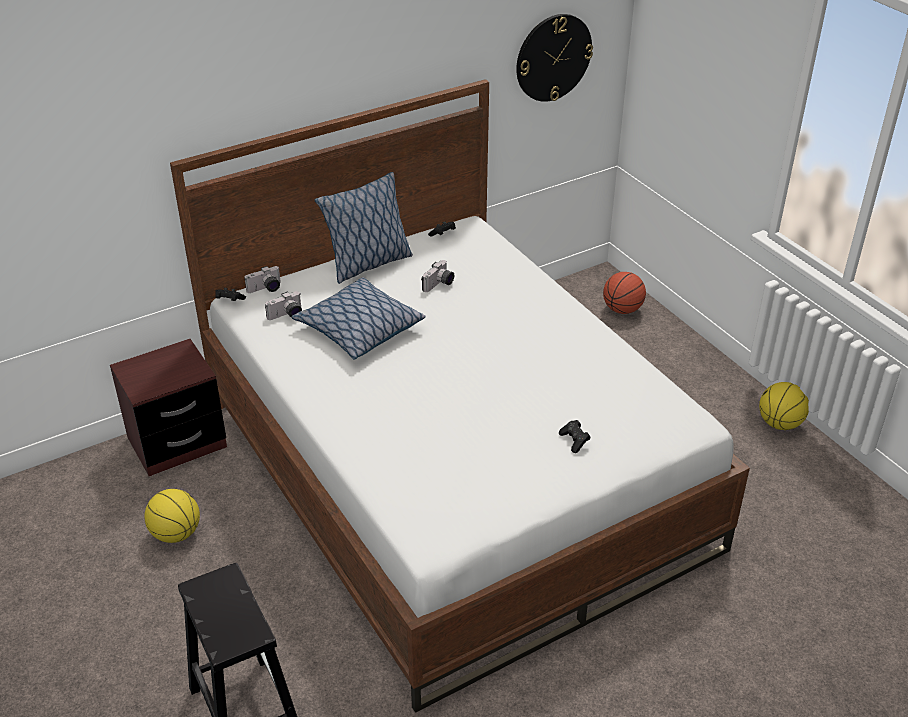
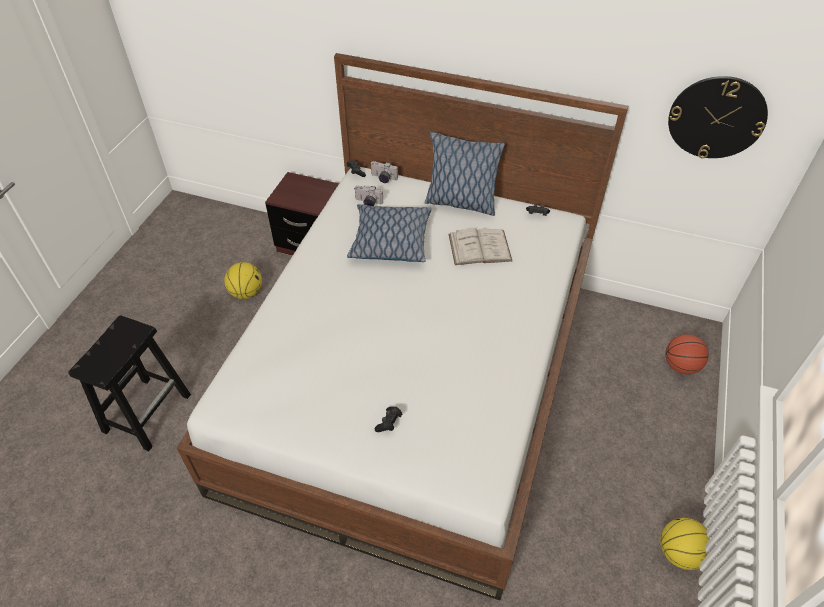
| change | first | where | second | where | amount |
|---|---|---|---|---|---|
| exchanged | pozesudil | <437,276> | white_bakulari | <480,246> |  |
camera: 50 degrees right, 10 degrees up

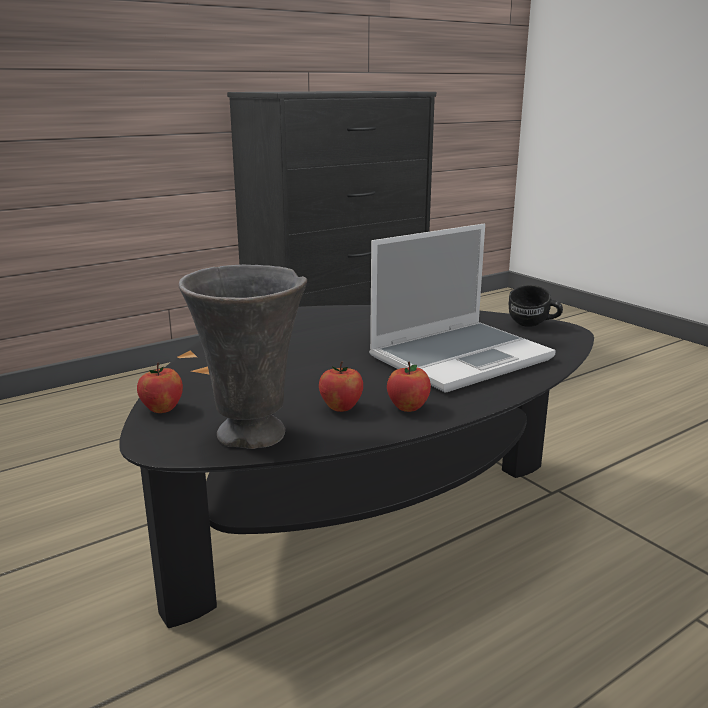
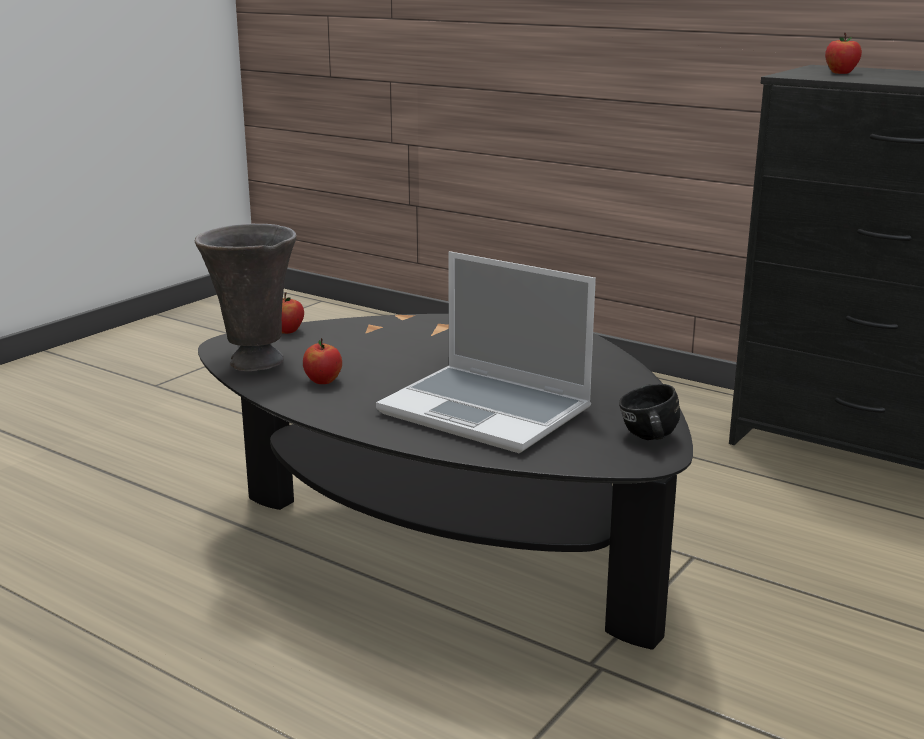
| change | first | where | second | where | amount |
|---|---|---|---|---|---|
| relocated | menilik | <409,387> |  | <843,53> |  |
camera: 70 degrees right, 0 degrees up

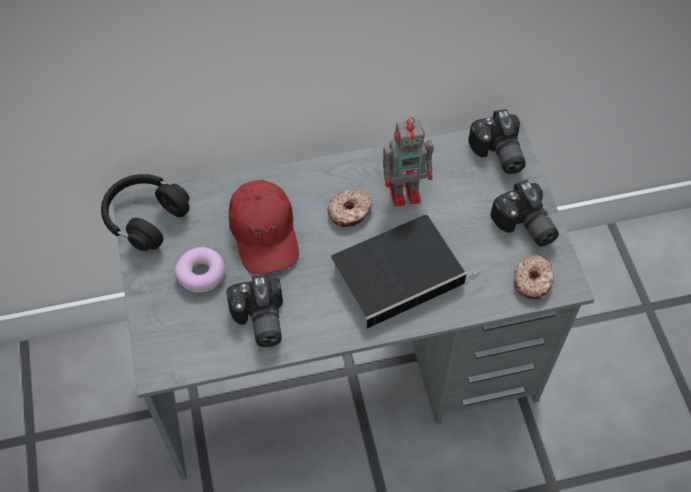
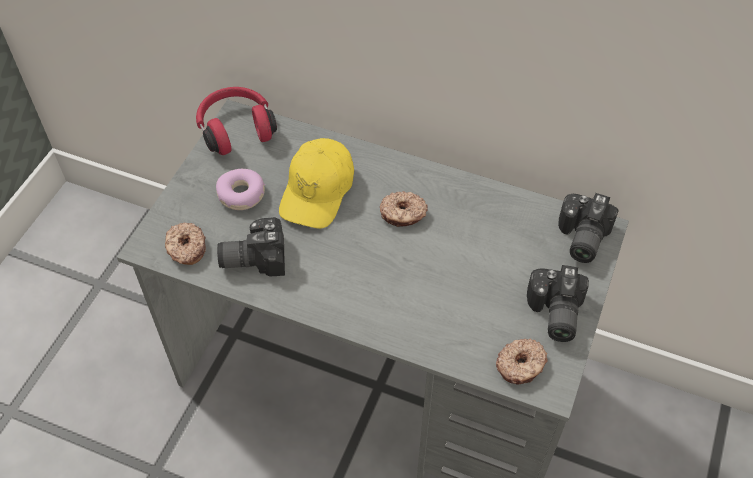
| change | first | where | second | where | amount |
|---|---|---|---|---|---|
| appeared |  |  | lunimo | <185,244> |  |
| colour | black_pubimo | <145,212> | red_pubimo | <236,121> |  |
| spun | pozesudil | <254,310> |  | <251,247> | 60 degrees clockwise |
| colour | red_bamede | <264,227> | yellow_bamede | <316,183> |  |
| missing | bakulari | <405,272> |  |  |  |
| missing | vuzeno | <408,162> |  |  |  |
camera: 35 degrees right, 5 degrees down

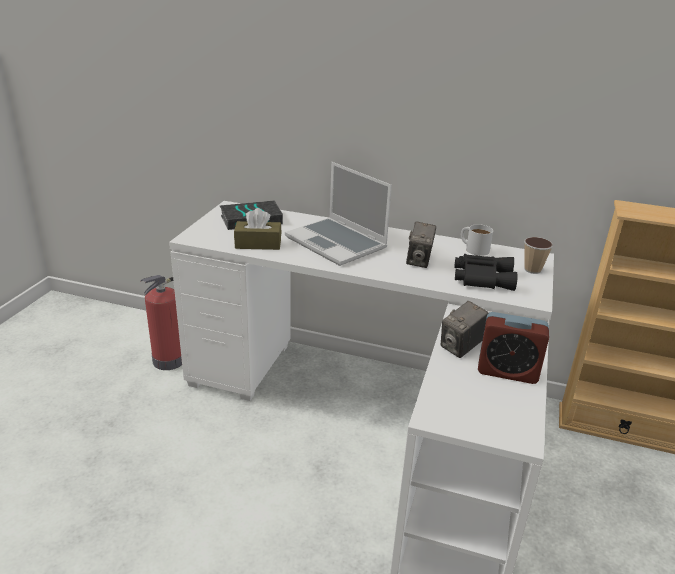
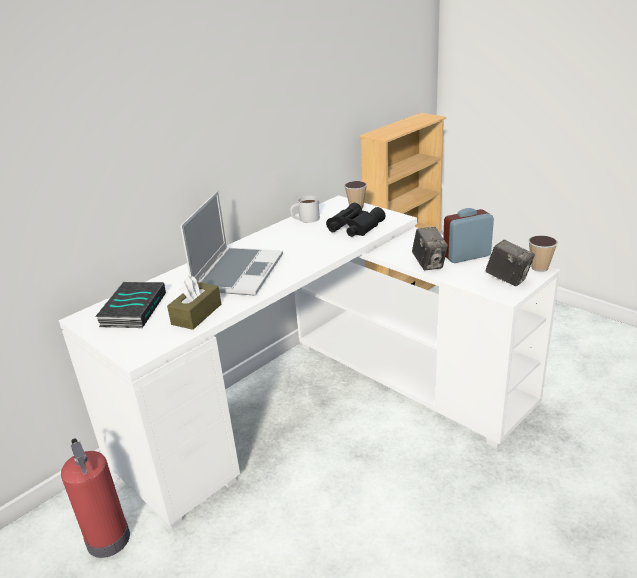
| change | first | where | second | where | amount |
|---|---|---|---|---|---|
| spun | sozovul | <338,214> |  | <231,243> | 60 degrees counterclockwise |
| spun | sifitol | <513,348> |  | <468,235> | 150 degrees counterclockwise |
| relocated | pozesudil | <421,244> |  | <510,263> |  |
| appeared |  |  | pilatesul | <543,253> |  |
camera: 60 degrees left, 0 degrees up

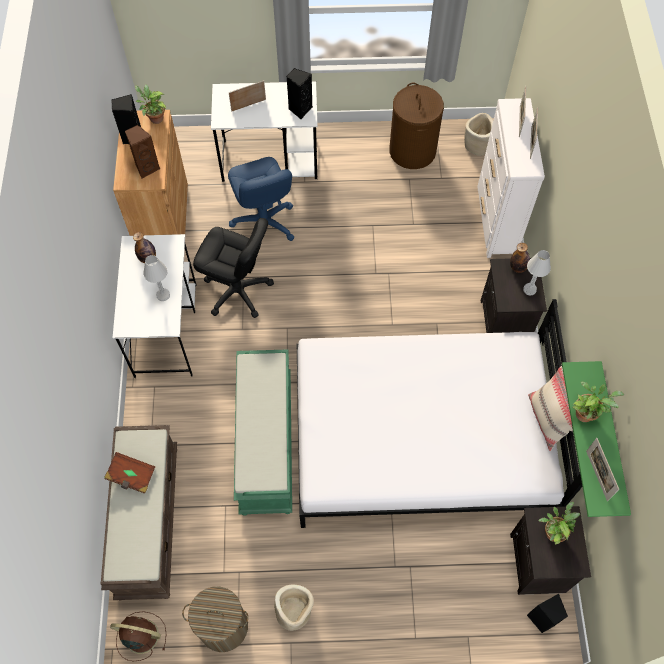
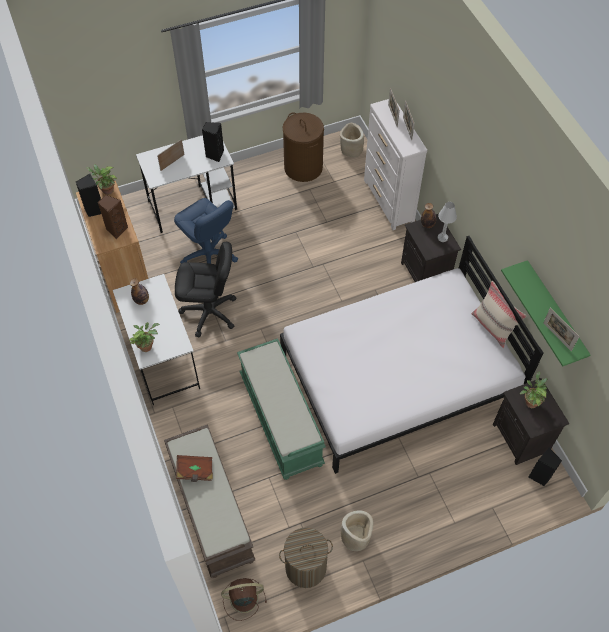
| change | first | where | second | where | amount |
|---|---|---|---|---|---|
| relocated | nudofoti | <598,402> |  | <144,337> |  |
| missing | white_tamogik | <156,278> |  |  |  |
camera: 20 degrees left, 5 degrees down

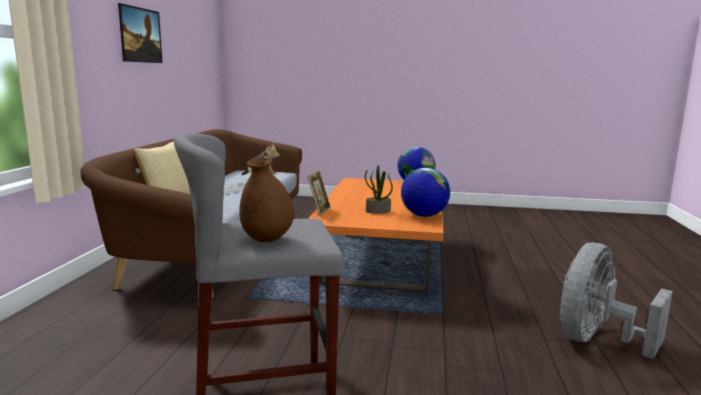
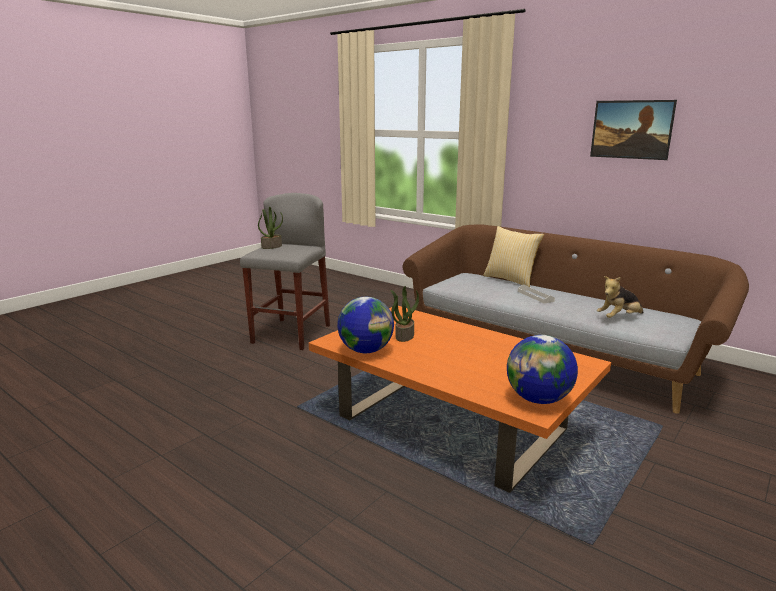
| change | first | where | second | where | amount |
|---|---|---|---|---|---|
| exchanged | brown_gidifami | <267,199> | nudofoti | <270,228> |  |
| missing | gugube | <319,193> |  |  |  |
| missing | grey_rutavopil | <616,301> |  |  |  |
camera: 120 degrees right, 5 degrees up

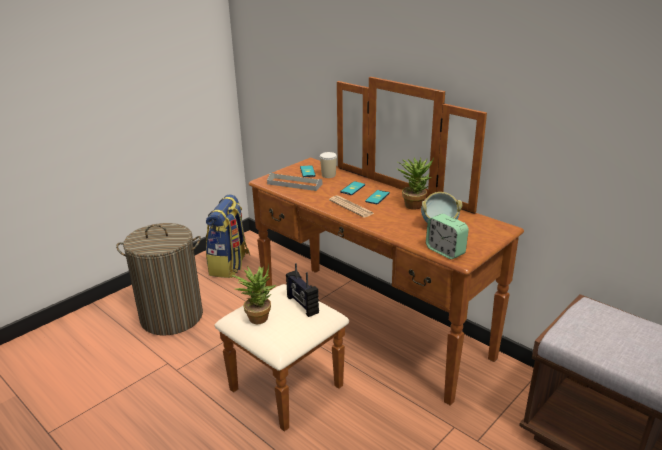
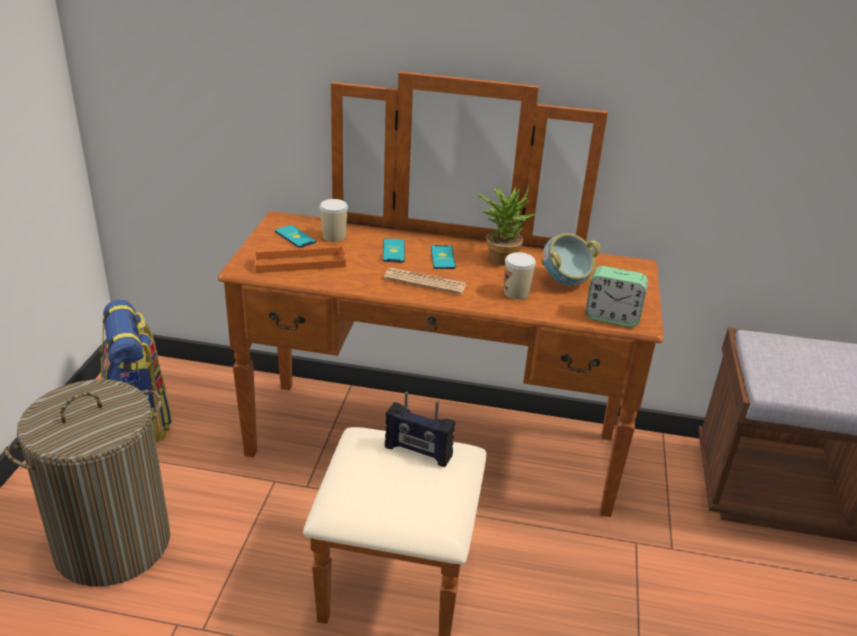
| change | first | where | second | where | amount |
|---|---|---|---|---|---|
| colour | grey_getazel | <294,182> | orange_getazel | <300,259> |  |
| appeared |  |  | pilatesul | <520,276> |  |
| missing | nudofoti | <254,294> |  |  |  |
camera: 35 degrees left, 5 degrees up

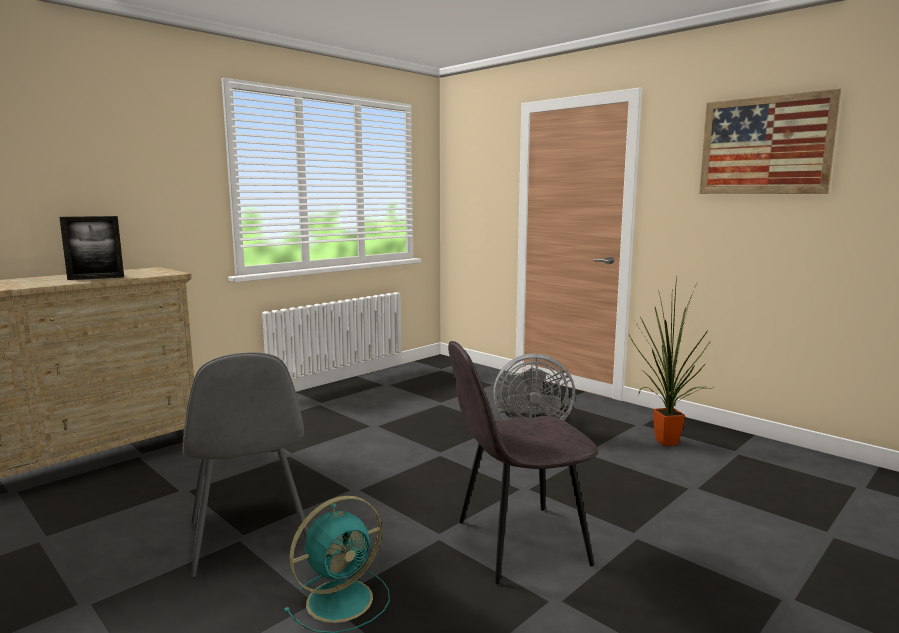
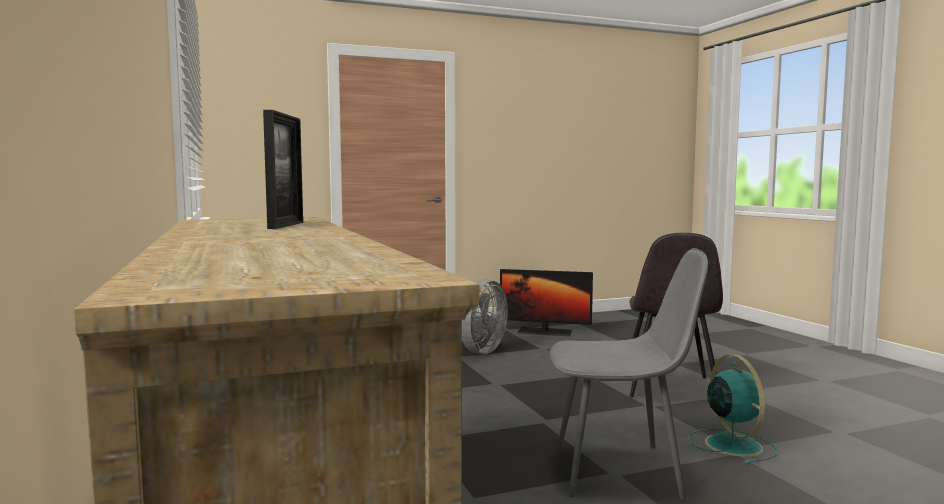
| change | first | where | second | where | amount |
|---|---|---|---|---|---|
| exchanged | nudofoti | <671,361> | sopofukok | <546,302> |  |
| missing | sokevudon | <770,141> |  |  |  |
camera: 65 degrees left, 5 degrees down

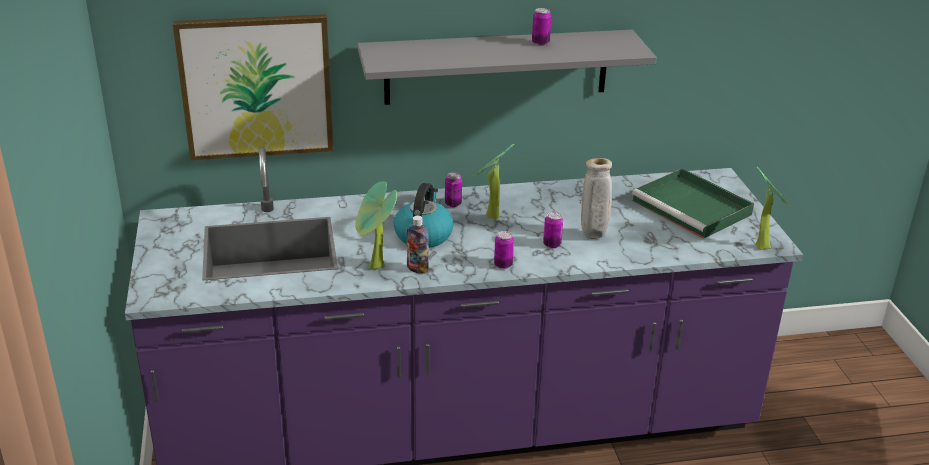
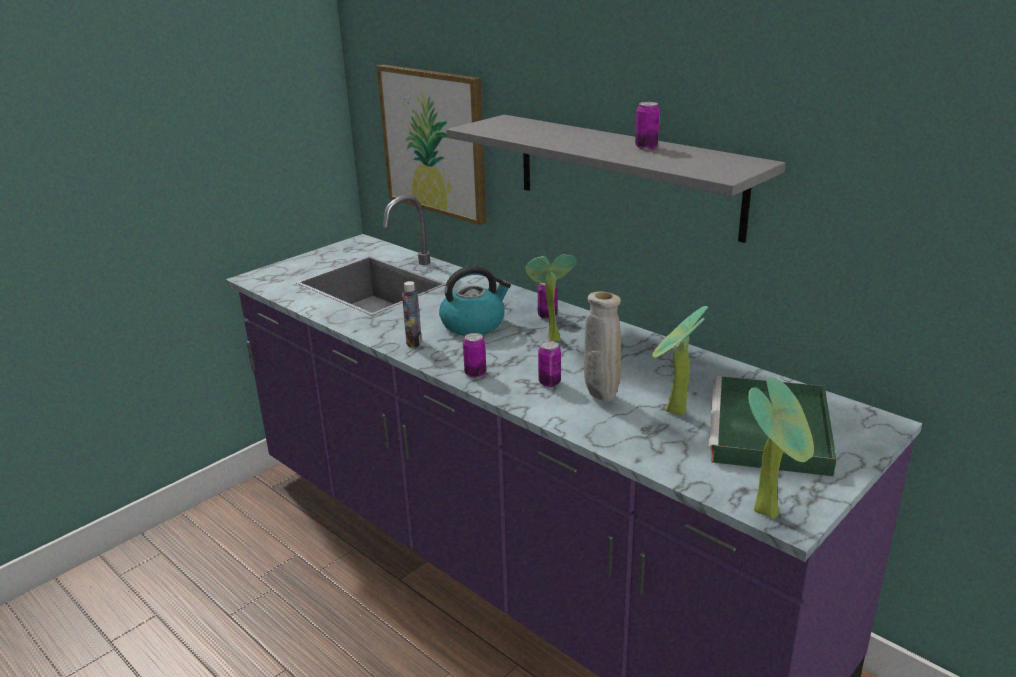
| change | first | where | second | where | amount |
|---|---|---|---|---|---|
| relocated | nudofoti | <376,225> |  | <679,361> |  |
camera: 55 degrees right, 5 degrees down

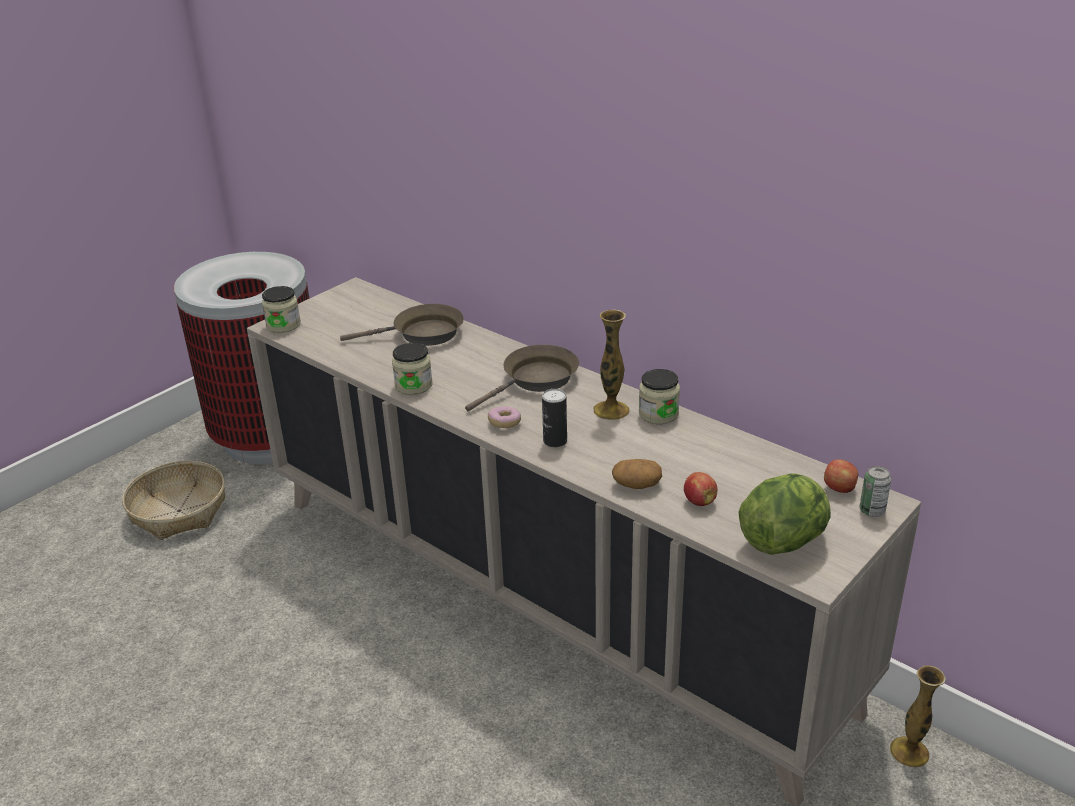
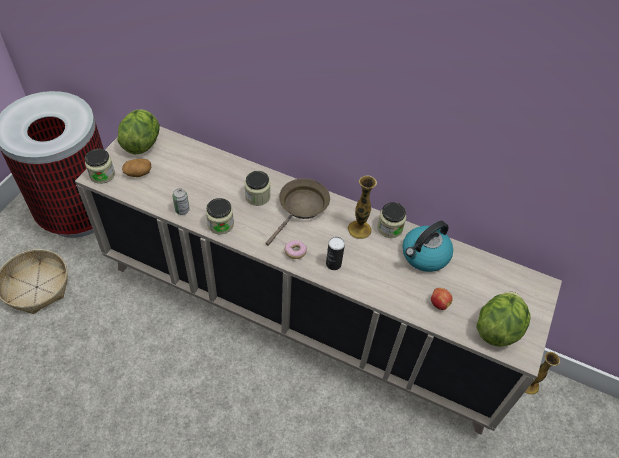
| change | first | where | second | where | amount |
|---|---|---|---|---|---|
| appeared |  |  | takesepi | <139,131> |  |
| relocated | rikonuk | <637,474> |  | <136,168> |  |
| relocated | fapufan | <875,491> |  | <181,201> |  |
| appeared |  |  | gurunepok | <257,188> |  |
| appeared |  |  | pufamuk | <427,246> |  |
| missing | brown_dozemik | <402,325> |  |  |  |
| missing | menilik | <841,476> |  |  |  |
camera: 20 degrees left, 20 degrees up

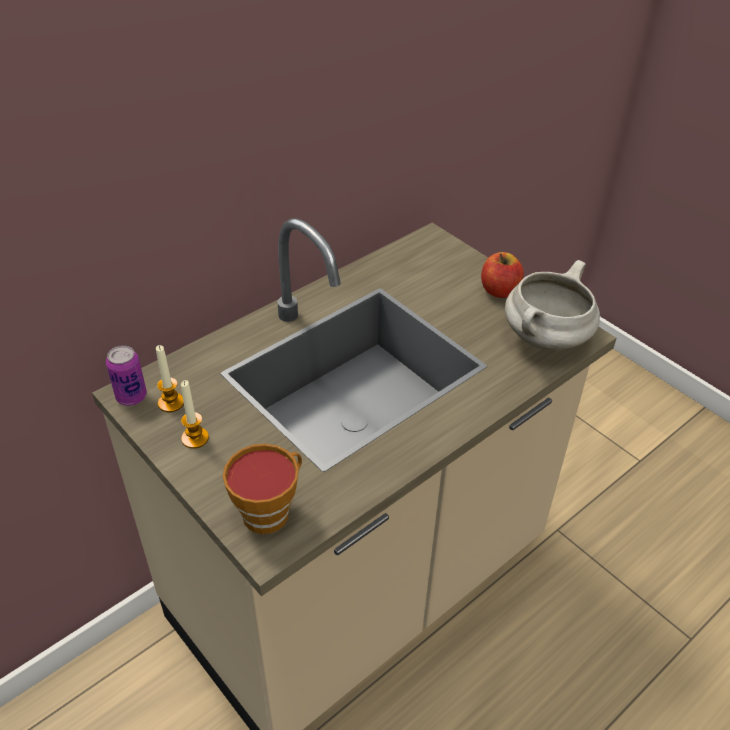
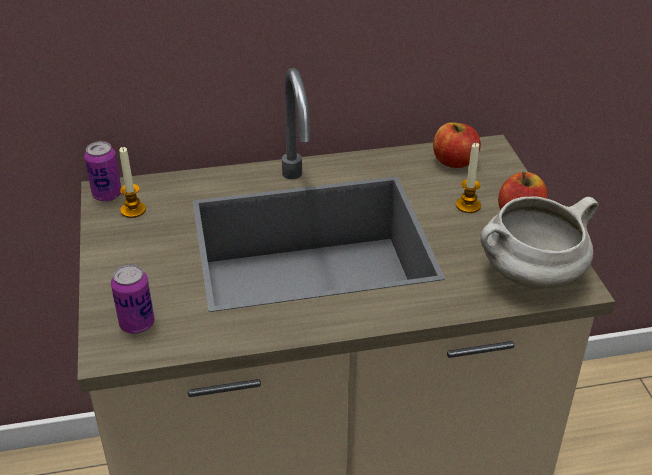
| change | first | where | second | where | amount |
|---|---|---|---|---|---|
| exchanged | pilatesul | <262,489> | fapufan | <132,299> |  |
| appeared |  |  | menilik | <457,145> |  |
| relocated | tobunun | <195,414> |  | <468,178> |  |
camera: 30 degrees right, 5 degrees down

